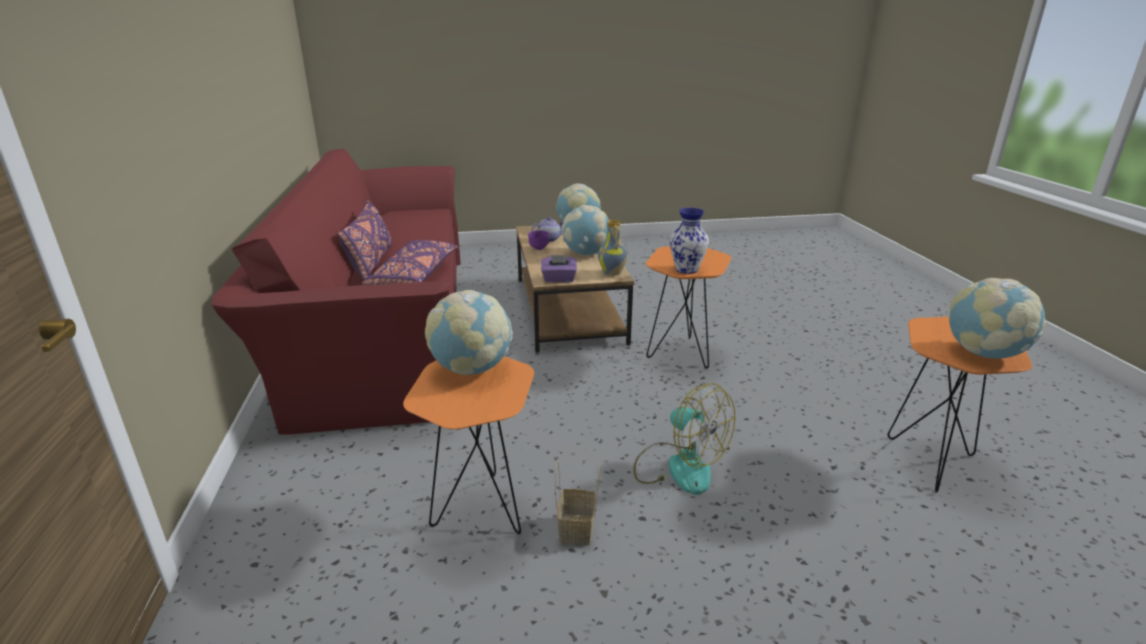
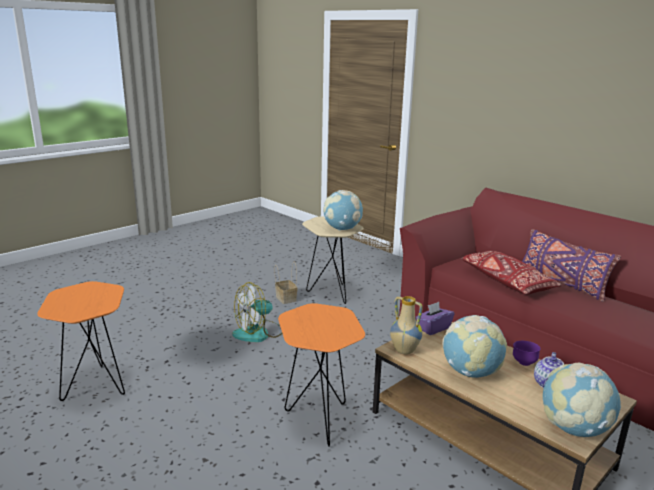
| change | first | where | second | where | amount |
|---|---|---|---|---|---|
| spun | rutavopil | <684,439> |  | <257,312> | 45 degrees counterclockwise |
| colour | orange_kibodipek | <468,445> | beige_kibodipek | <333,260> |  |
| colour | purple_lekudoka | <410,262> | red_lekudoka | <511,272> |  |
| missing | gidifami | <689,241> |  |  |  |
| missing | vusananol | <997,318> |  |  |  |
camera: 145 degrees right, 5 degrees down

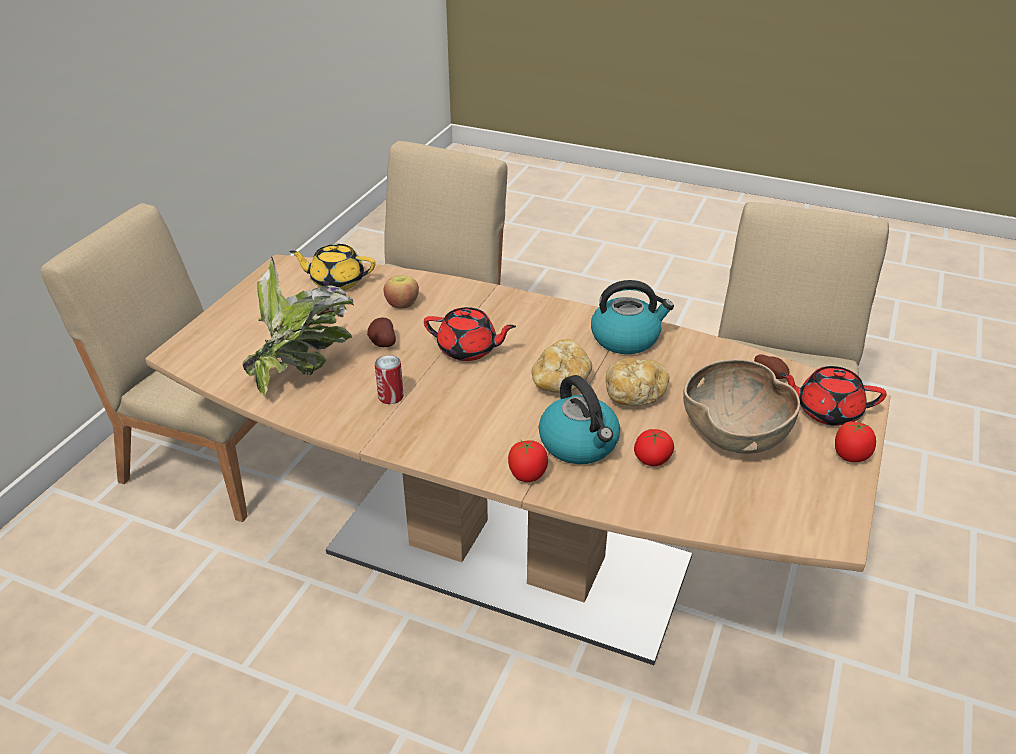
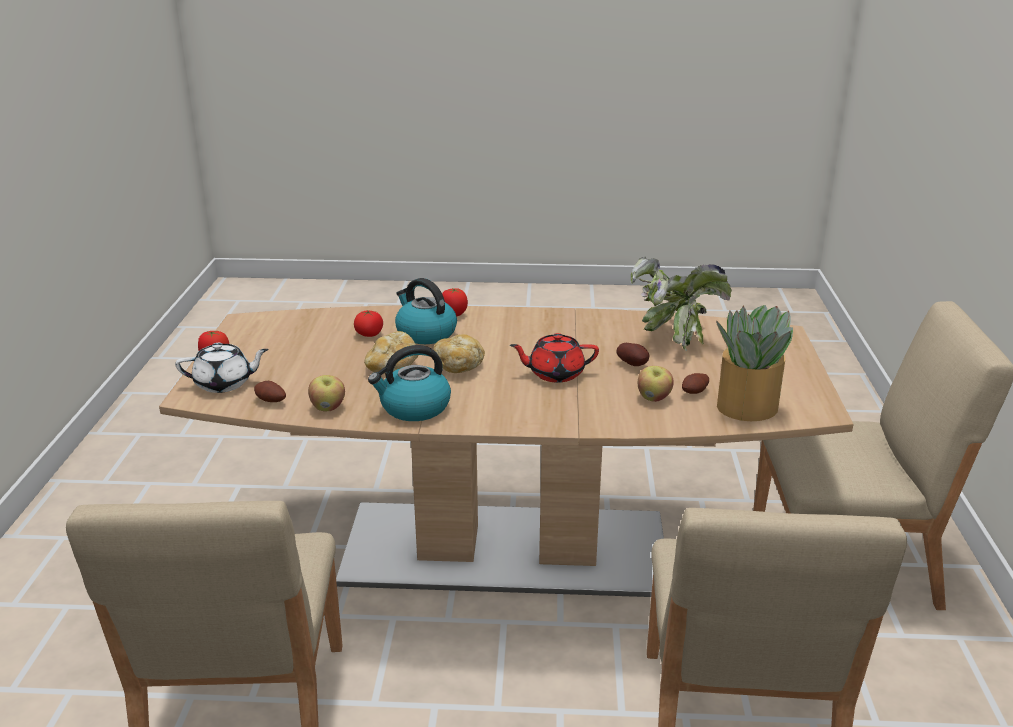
| change | first | where | second | where | amount |
|---|---|---|---|---|---|
| colour | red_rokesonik | <833,396> | white_rokesonik | <222,368> |  |
| appeared |  |  | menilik | <326,393> |  |
| appeared |  |  | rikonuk | <695,383> |  |
| exchanged | yellow_rokesonik | <332,267> | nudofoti | <754,363> |  |
| missing | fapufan | <389,379> |  |  |  |
| missing | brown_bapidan | <741,406> |  |  |  |
camera: 160 degrees right, 10 degrees down

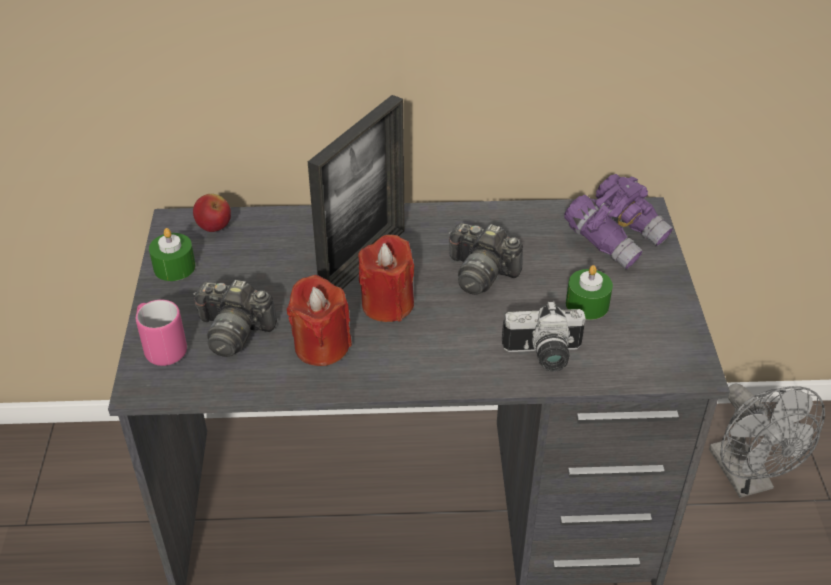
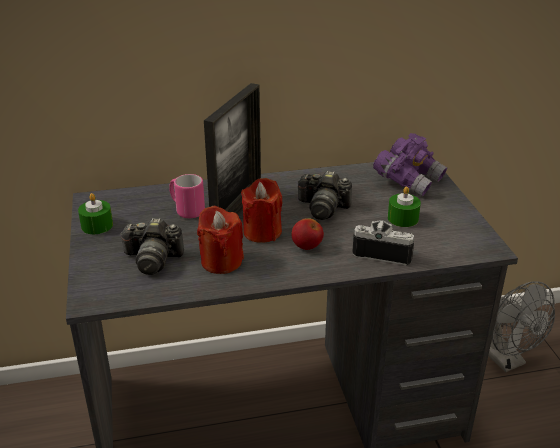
| change | first | where | second | where | amount |
|---|---|---|---|---|---|
| relocated | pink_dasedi | <161,333> |  | <187,196> |  |
| relocated | menilik | <212,213> |  | <307,234> |  |
| spun | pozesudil | <544,336> |  | <383,243> | 150 degrees counterclockwise |
camera: 10 degrees left, 10 degrees down

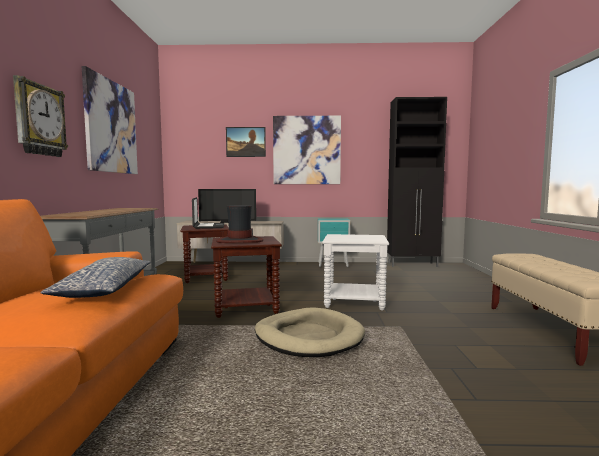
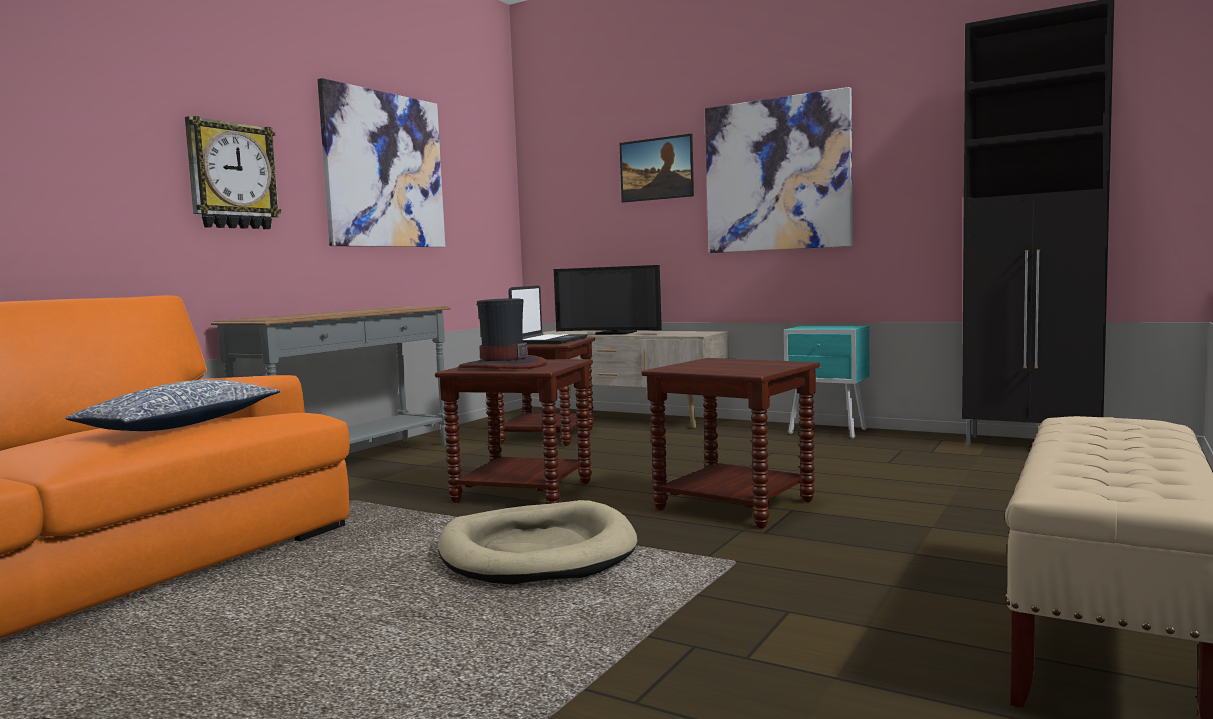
| change | first | where | second | where | amount |
|---|---|---|---|---|---|
| colour | white_kibodipek | <355,272> | brown_kibodipek | <730,443> |  |
camera: 30 degrees right, 0 degrees up

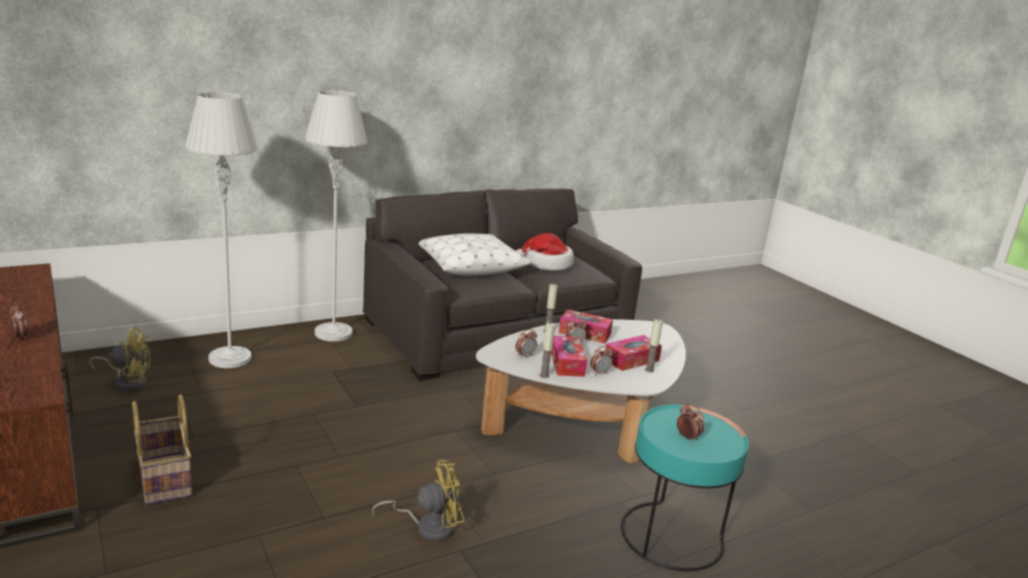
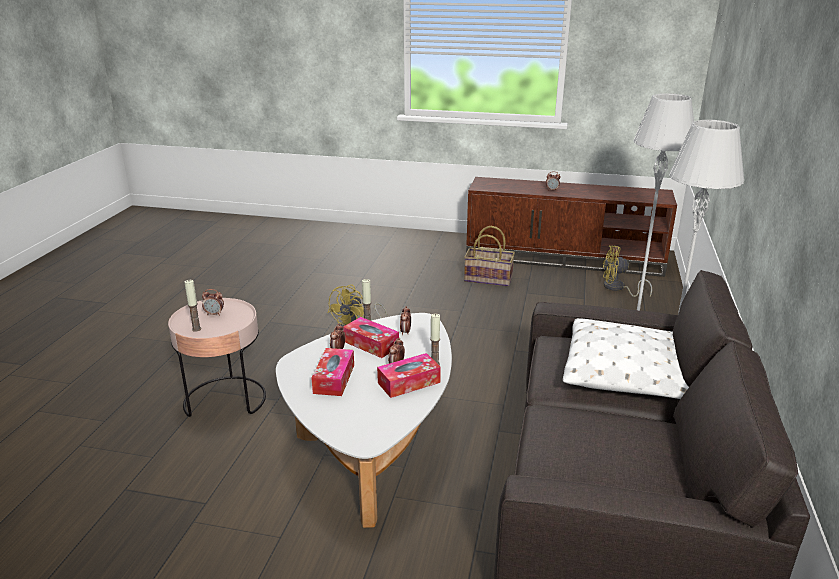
| change | first | where | second | where | amount |
|---|---|---|---|---|---|
| colour | turquoise_kibodipek | <685,488> | pink_kibodipek | <217,357> |  |
| relocated | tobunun | <654,345> |  | <193,306> |  |
| spun | yellow_rutavopil | <120,360> |  | <627,271> | 60 degrees clockwise |
| missing | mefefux | <545,252> |  |  |  |
camera: 135 degrees right, 5 degrees up

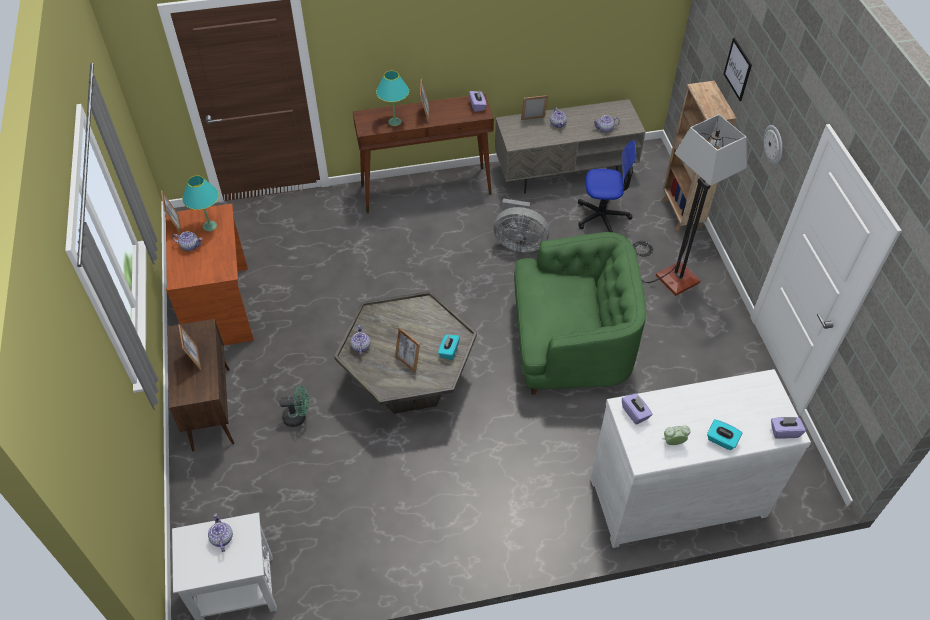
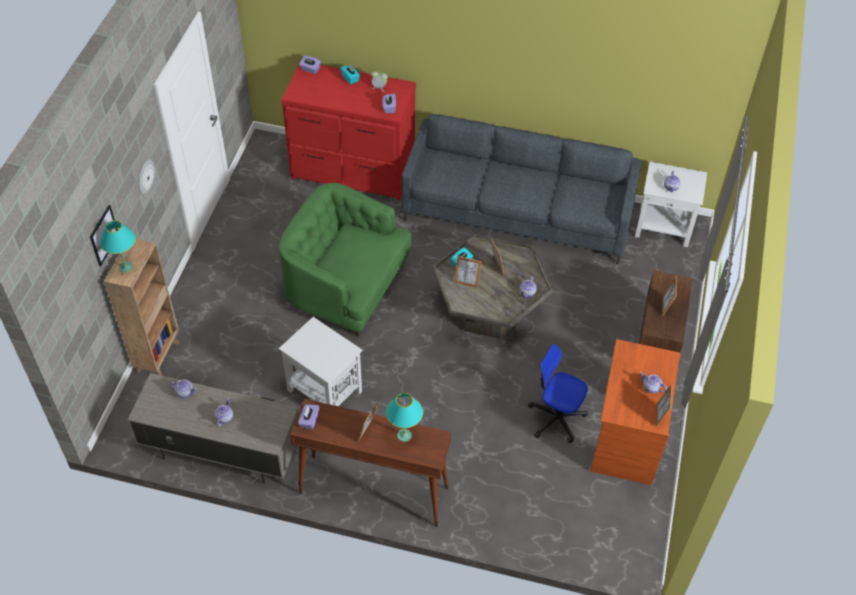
| change | first | where | second | where | amount |
|---|---|---|---|---|---|
| relocated | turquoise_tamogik | <200,203> |  | <118,246> |  |
| exchanged | grey_rutavopil | <521,225> | white_kibodipek | <321,361> |  |
| colour | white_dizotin | <700,458> | red_dizotin | <348,130> |  |
| appeared |  |  | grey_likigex | <522,189> |  |
| relocated | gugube | <534,107> |  | <467,272> |  |
| relocated | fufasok | <607,186> |  | <558,393> |  |
| missing | green_rutavopil | <294,406> |  |  |  |
| missing | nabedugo | <689,205> |  |  |  |
camera: 155 degrees left, 0 degrees up

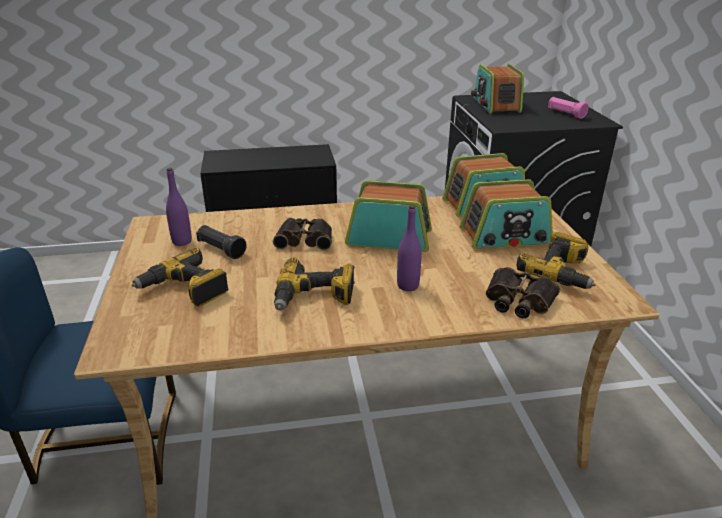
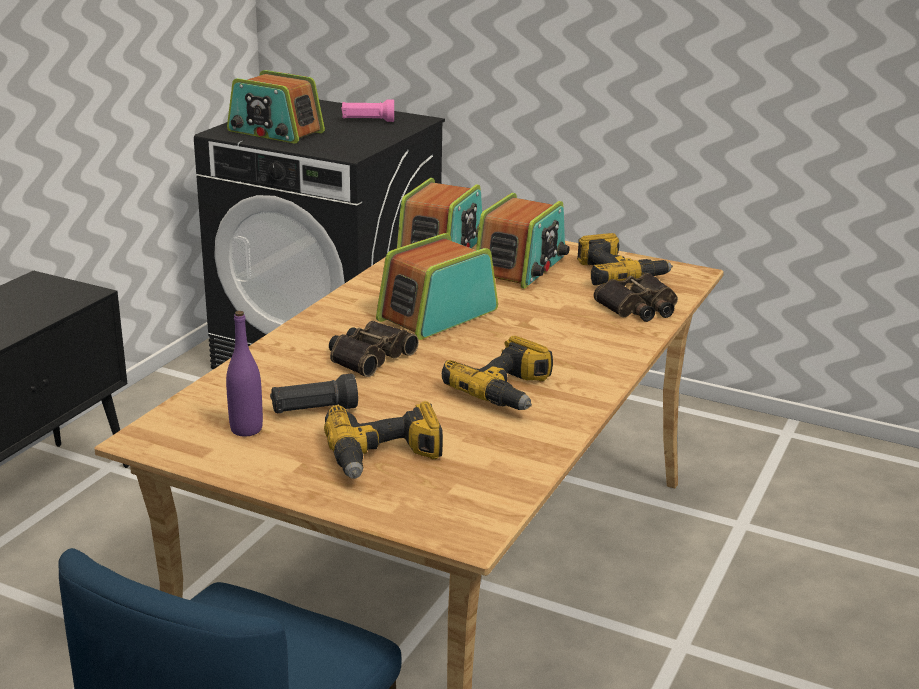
| change | first | where | second | where | amount |
|---|---|---|---|---|---|
| missing | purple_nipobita | <409,248> |  |  |  |
camera: 55 degrees left, 5 degrees down

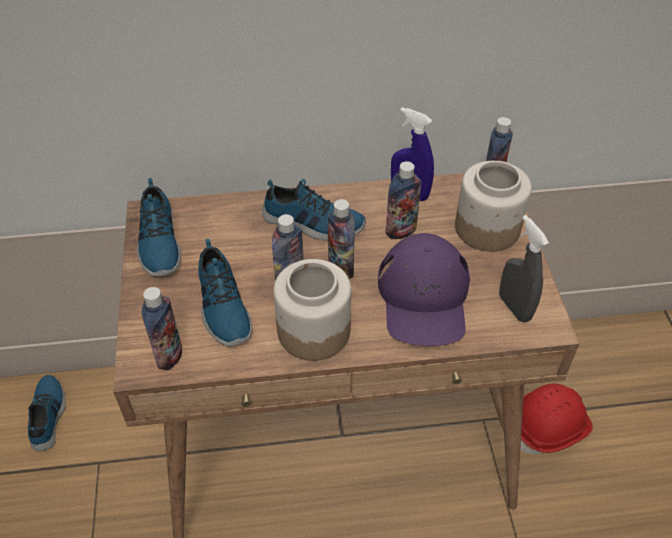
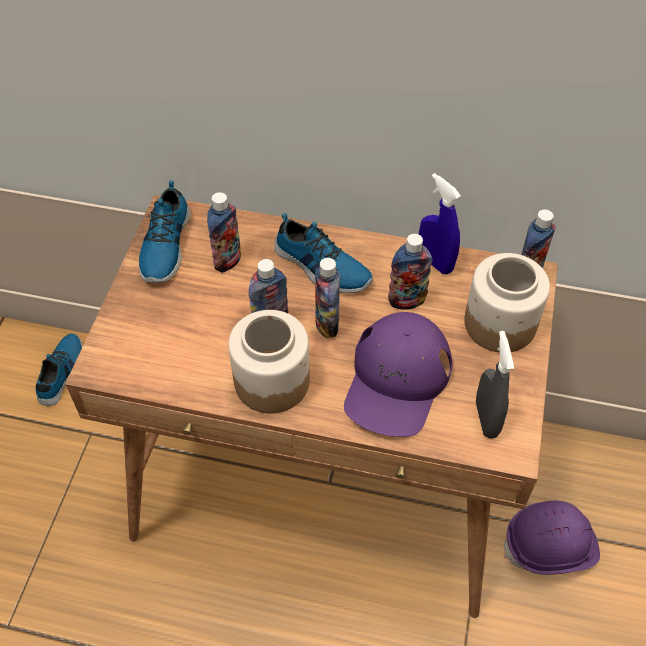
| change | first | where | second | where | amount |
|---|---|---|---|---|---|
| relocated | nipobita | <162,328> |  | <224,232> |  |
| colour | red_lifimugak | <556,419> | purple_lifimugak | <552,538> |  |
| missing | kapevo | <225,292> |  |  |  |
camera: 20 degrees right, 5 degrees up

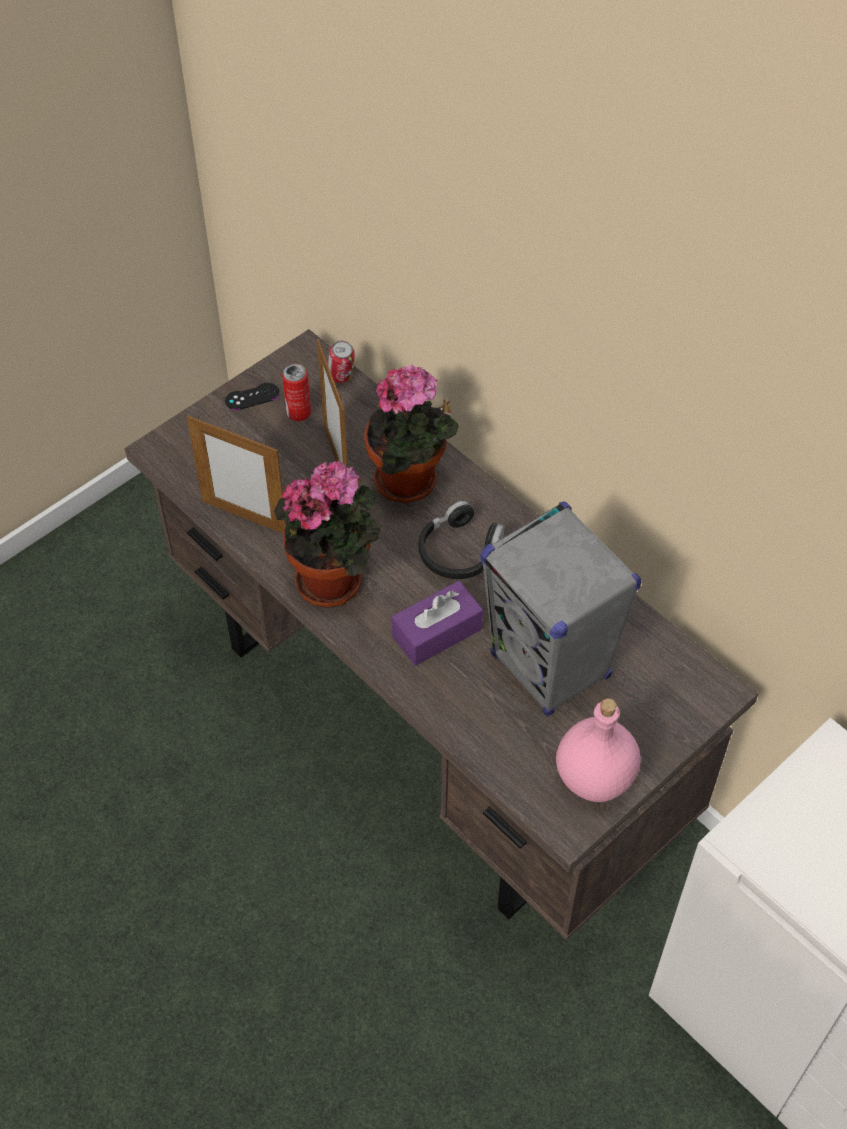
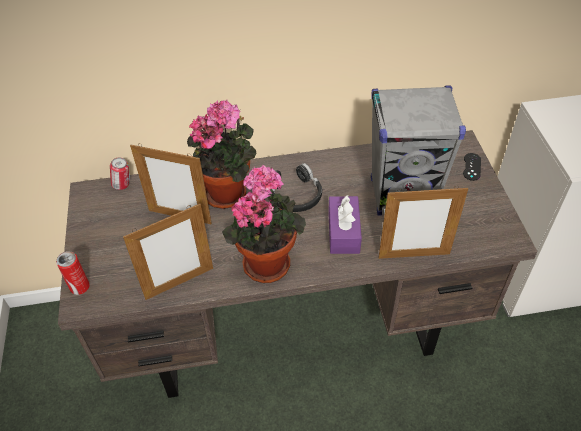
| change | first | where | second | where | amount |
|---|---|---|---|---|---|
| relocated | fapufan | <296,392> |  | <73,273> |  |
| appeared |  |  | gugube | <423,222> |  |
| relocated | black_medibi | <252,396> |  | <472,167> |  |
| missing | pink_nipobita | <598,750> |  |  |  |
camera: 55 degrees left, 5 degrees down

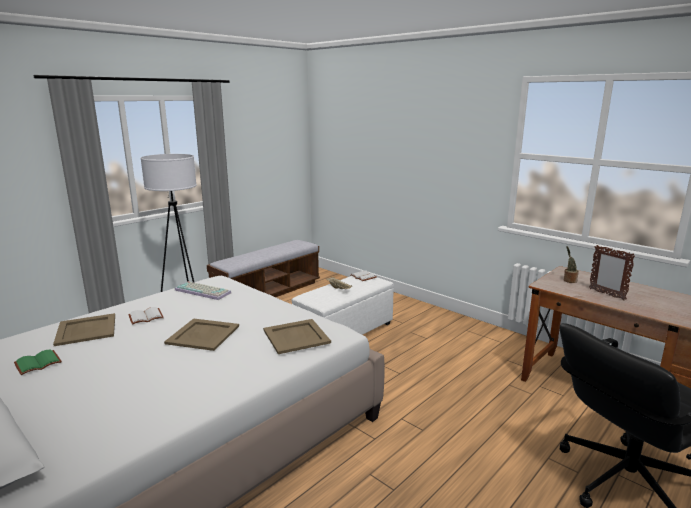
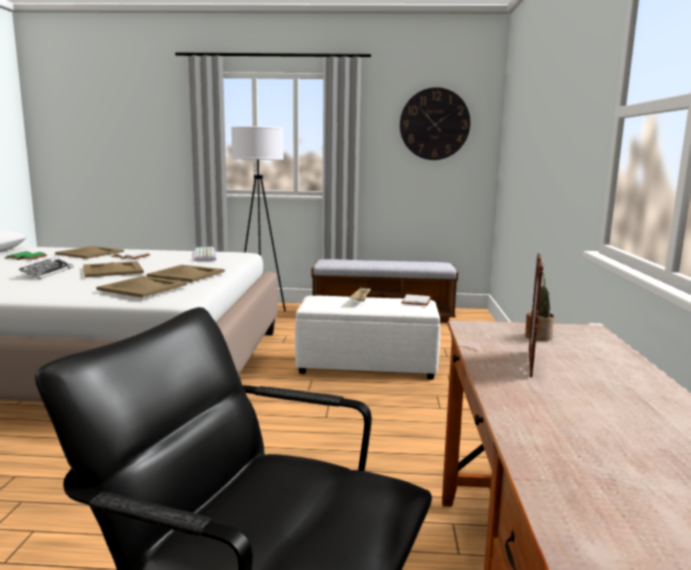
| change | first | where | second | where | amount |
|---|---|---|---|---|---|
| appeared |  |  | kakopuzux | <46,268> |  |
| appeared |  |  | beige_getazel | <185,273> |  |
| appeared |  |  | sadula | <435,123> |  |
camera: 50 degrees right, 5 degrees down

